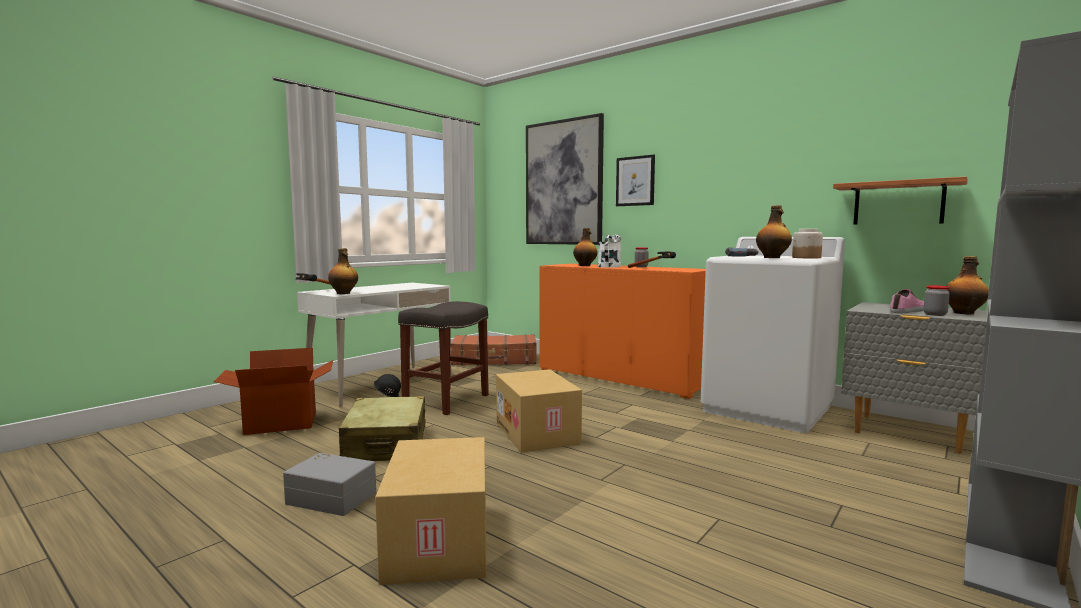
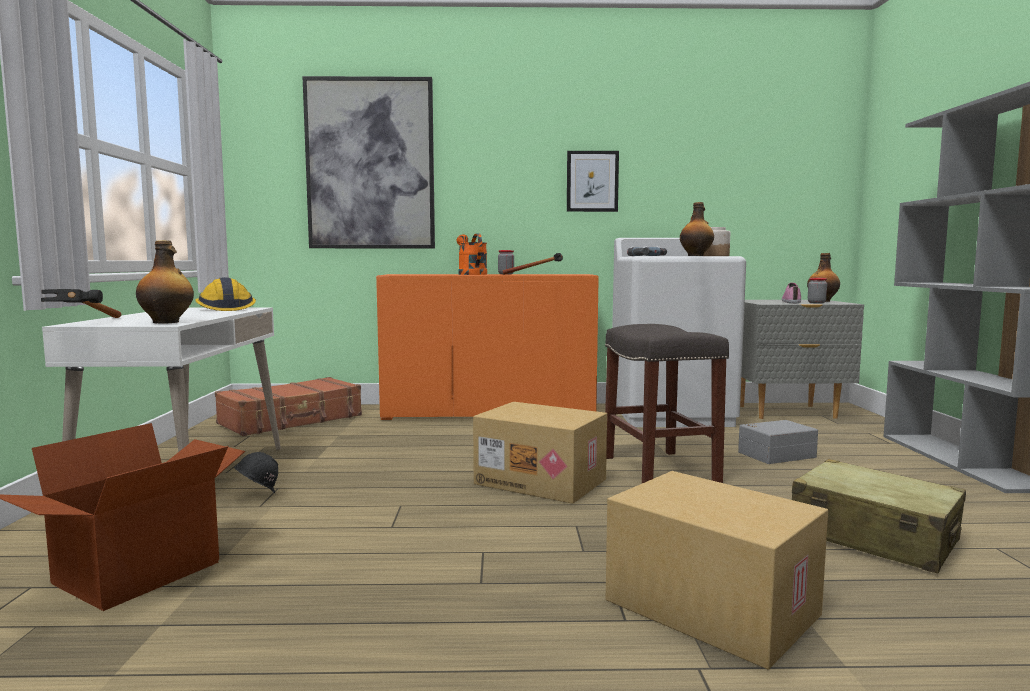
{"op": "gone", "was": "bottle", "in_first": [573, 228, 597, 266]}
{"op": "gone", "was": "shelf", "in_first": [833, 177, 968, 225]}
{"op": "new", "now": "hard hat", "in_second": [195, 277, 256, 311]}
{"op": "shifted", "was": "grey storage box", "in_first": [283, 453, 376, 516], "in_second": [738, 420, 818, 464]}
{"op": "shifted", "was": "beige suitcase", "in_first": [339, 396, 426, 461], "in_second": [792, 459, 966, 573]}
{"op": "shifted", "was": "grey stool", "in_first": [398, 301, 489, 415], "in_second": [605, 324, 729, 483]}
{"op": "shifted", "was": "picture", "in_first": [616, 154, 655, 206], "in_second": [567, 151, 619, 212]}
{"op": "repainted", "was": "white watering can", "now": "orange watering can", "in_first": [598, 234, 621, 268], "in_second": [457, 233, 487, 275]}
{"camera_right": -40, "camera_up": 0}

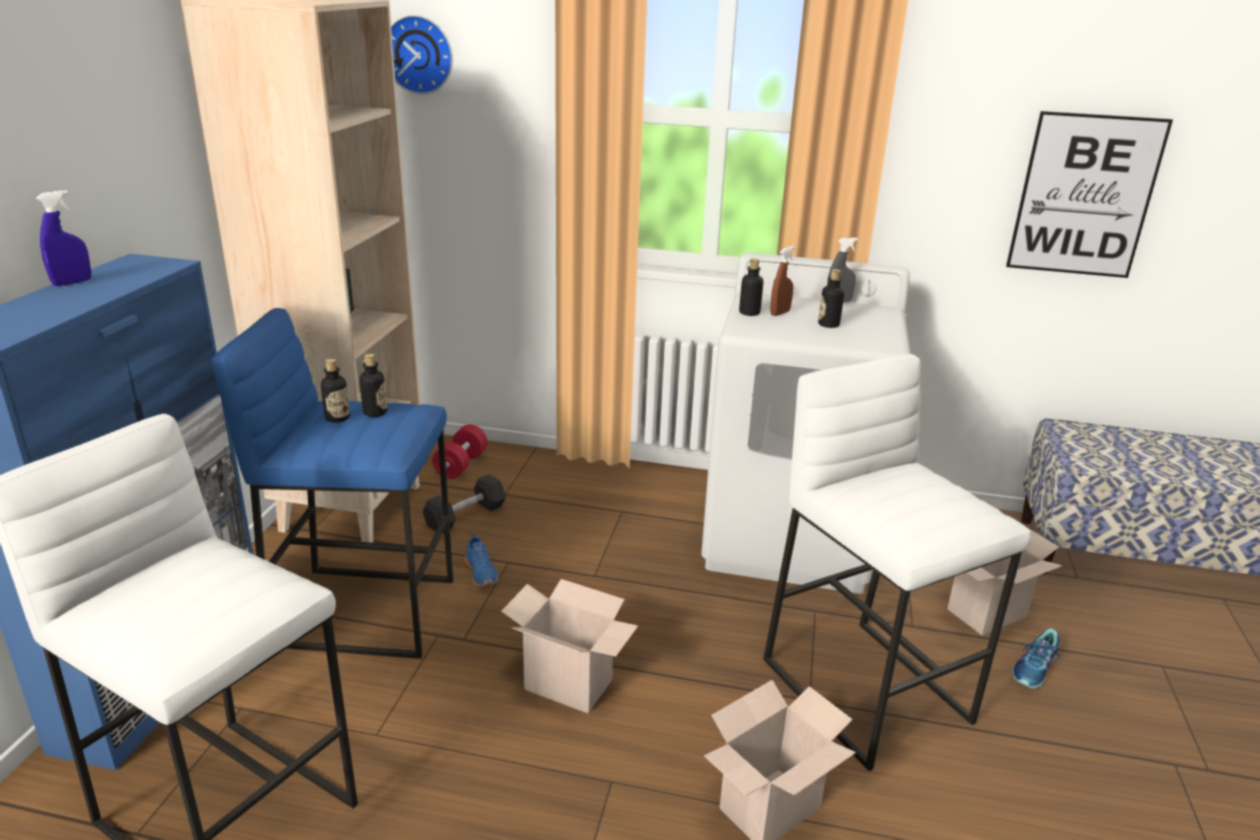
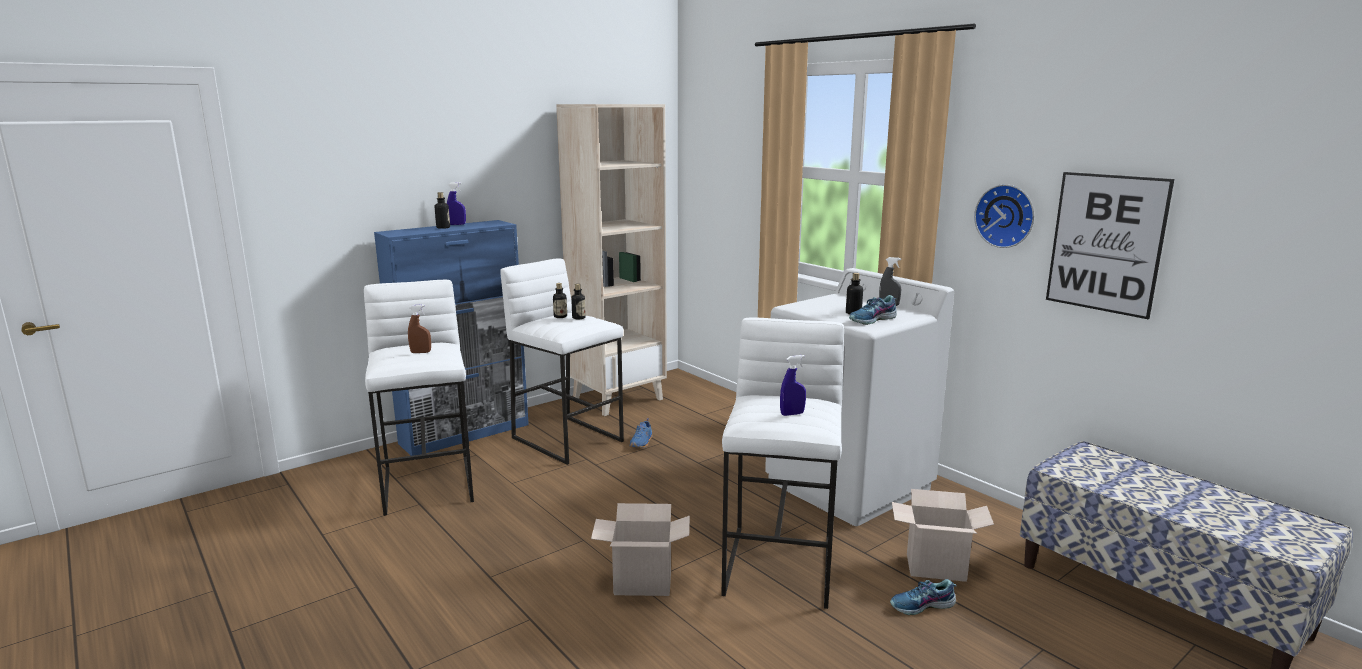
{"op": "gone", "was": "black dumbbell", "in_first": [423, 474, 506, 534]}
{"op": "gone", "was": "red dumbbell", "in_first": [432, 424, 488, 479]}
{"op": "gone", "was": "cardboard box", "in_first": [501, 579, 638, 713]}
{"op": "new", "now": "blue spray bottle", "in_second": [780, 355, 806, 416]}
{"op": "new", "now": "shoe", "in_second": [849, 295, 897, 325]}
{"op": "shifted", "was": "wall clock", "in_first": [391, 15, 453, 95], "in_second": [974, 184, 1034, 248]}
{"op": "shifted", "was": "bottle", "in_first": [739, 258, 763, 316], "in_second": [435, 192, 450, 229]}
{"op": "shifted", "was": "brown spray bottle", "in_first": [770, 246, 795, 316], "in_second": [408, 305, 431, 353]}
{"op": "repainted", "was": "blue stool", "now": "white stool", "in_first": [212, 308, 453, 659], "in_second": [500, 258, 624, 465]}
{"camera_right": 40, "camera_up": -10}

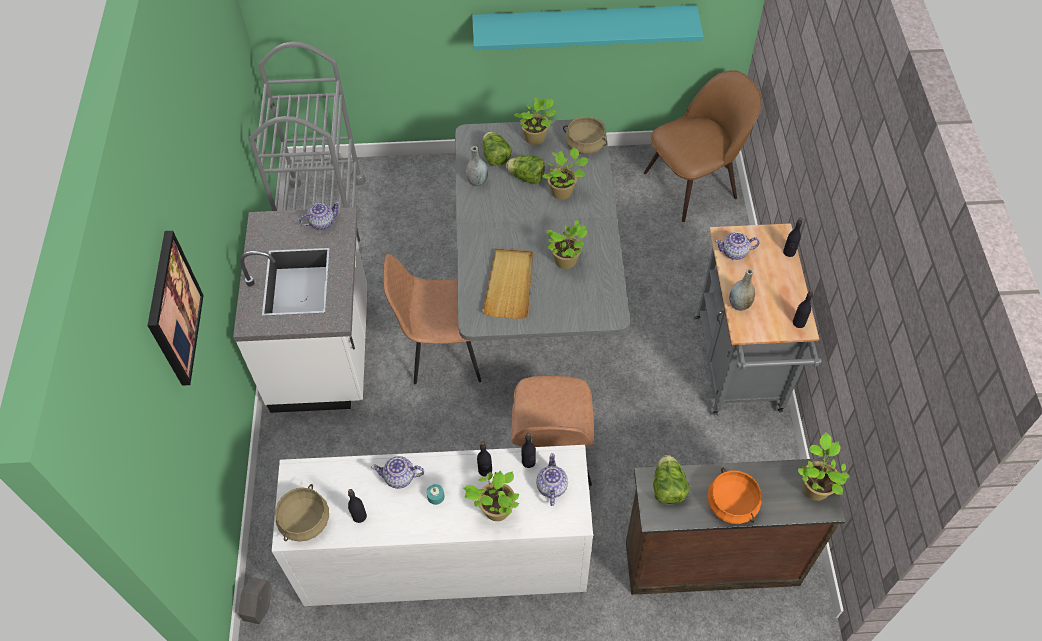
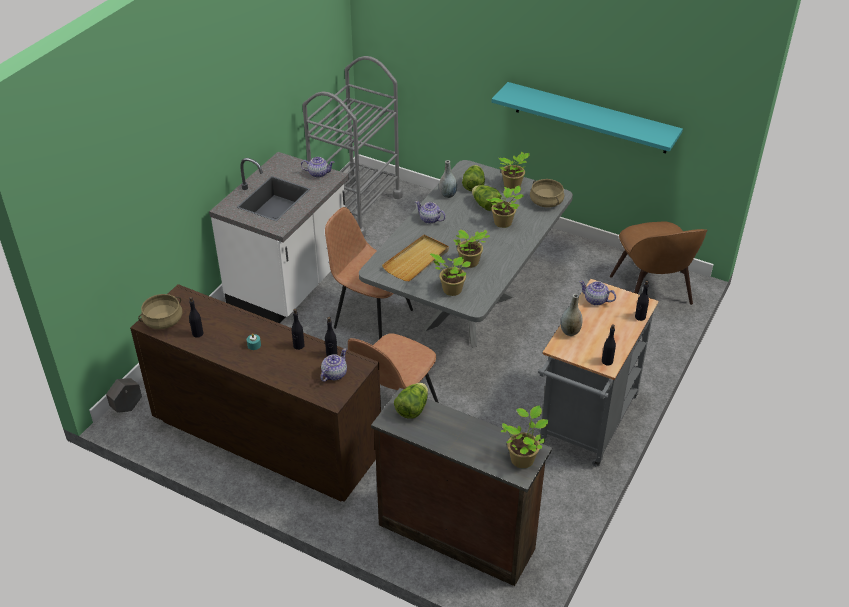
{"op": "gone", "was": "picture", "in_first": [147, 231, 204, 386]}
{"op": "gone", "was": "orange cooking pot", "in_first": [707, 468, 761, 524]}
{"op": "shifted", "was": "teapot", "in_first": [371, 456, 424, 489], "in_second": [415, 201, 446, 224]}
{"op": "shifted", "was": "potted plant", "in_first": [463, 471, 519, 521], "in_second": [430, 253, 471, 296]}
{"op": "repainted", "was": "white dresser", "now": "brown dresser", "in_first": [272, 445, 593, 606], "in_second": [130, 284, 381, 502]}
{"op": "rotated", "was": "brown chair", "in_first": [644, 70, 762, 222], "in_second": [610, 221, 707, 305], "clockwise": 75}
{"camera_right": 30, "camera_up": -15}

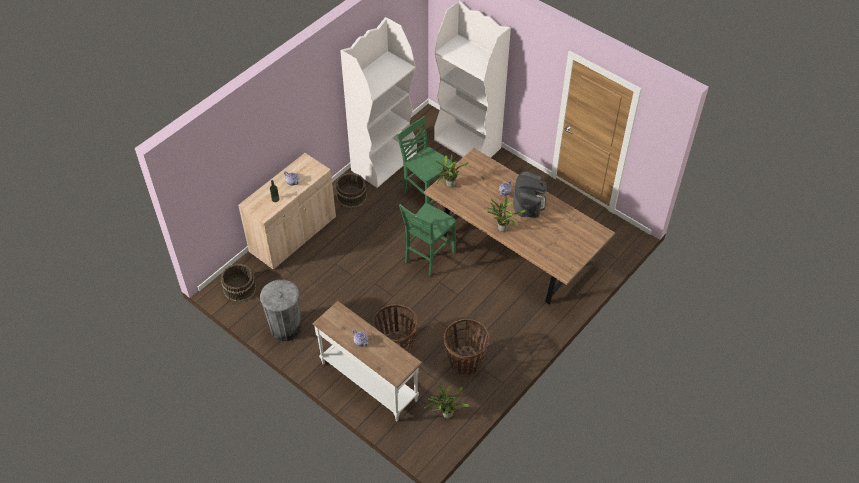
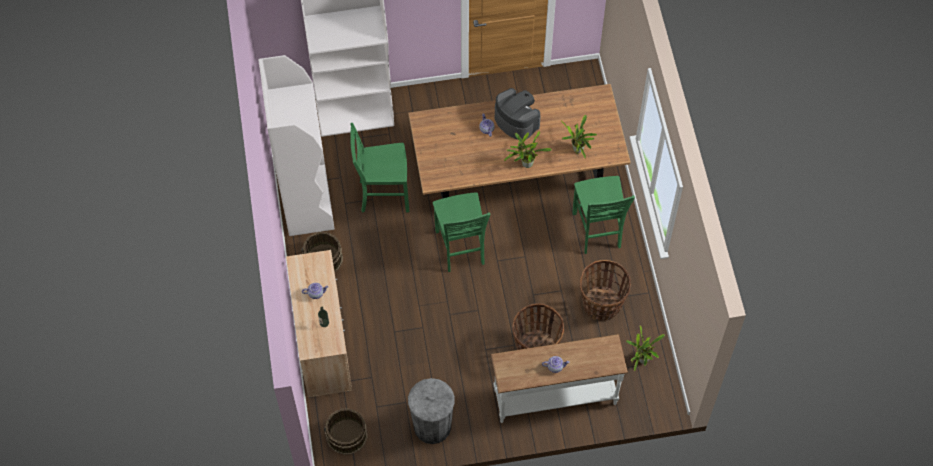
{"op": "new", "now": "green chair", "in_second": [572, 176, 635, 254]}
{"op": "shifted", "was": "potted plant", "in_first": [436, 154, 469, 187], "in_second": [561, 115, 597, 159]}
{"camera_right": -50, "camera_up": 10}

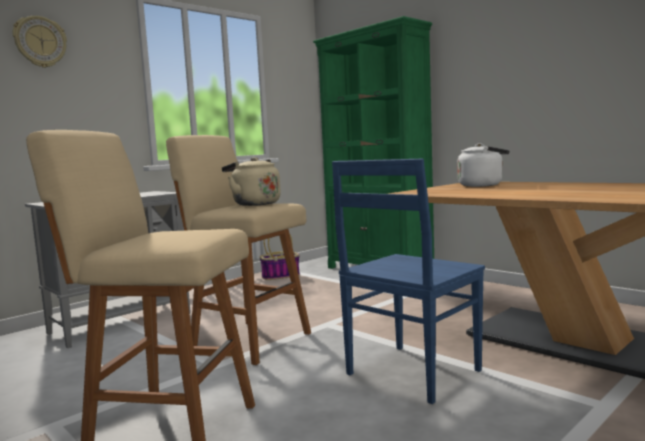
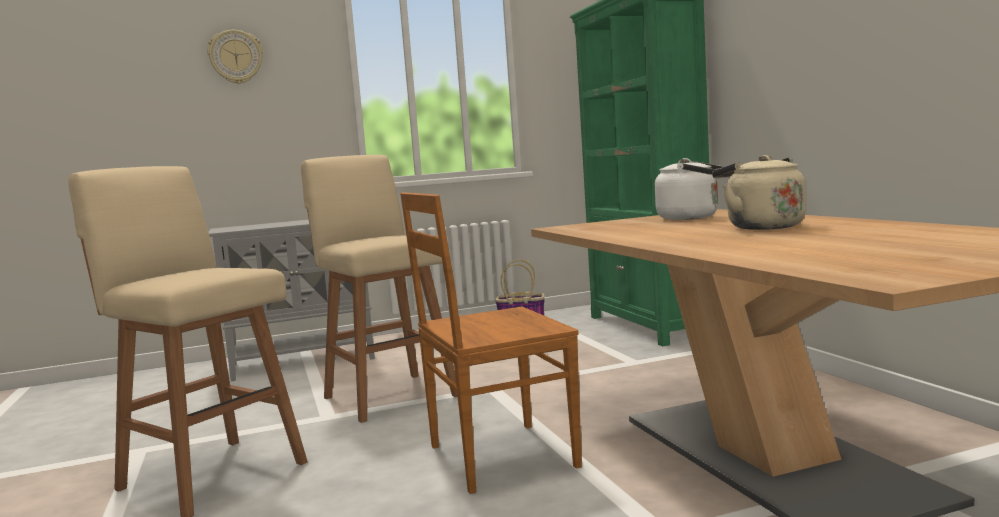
{"op": "shifted", "was": "beige kettle", "in_first": [222, 157, 281, 206], "in_second": [712, 155, 806, 230]}
{"op": "repainted", "was": "blue chair", "now": "brown chair", "in_first": [332, 159, 485, 404], "in_second": [400, 192, 582, 494]}
{"camera_right": 25, "camera_up": 0}

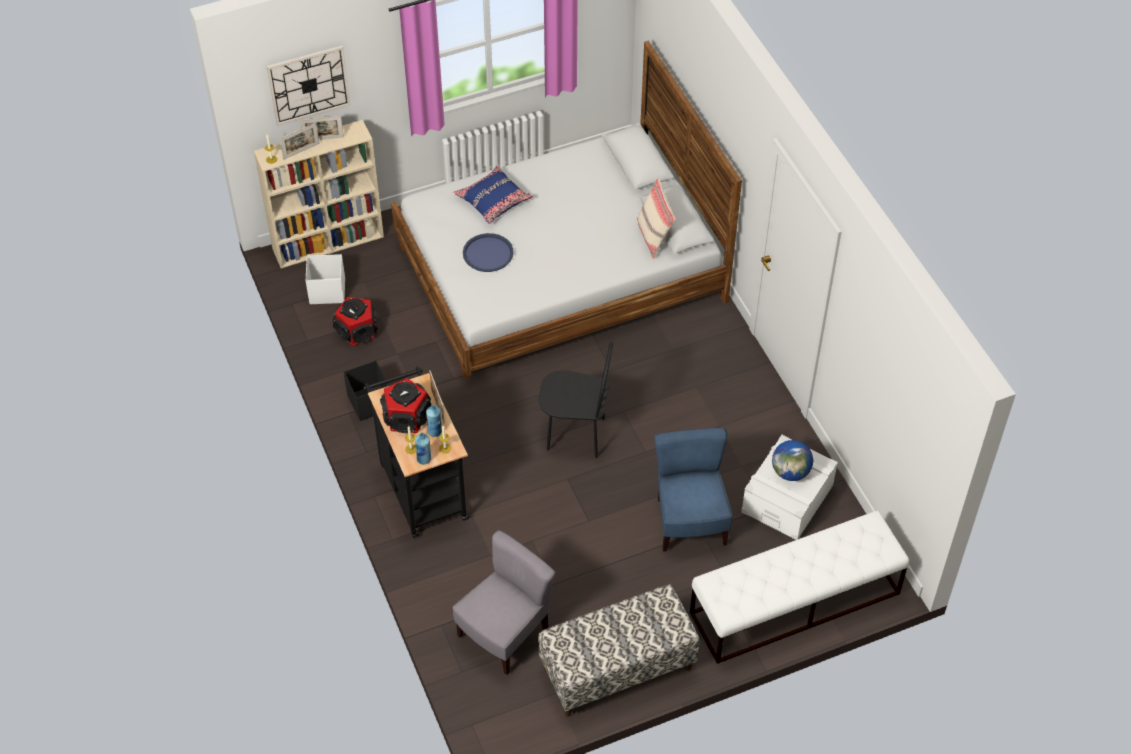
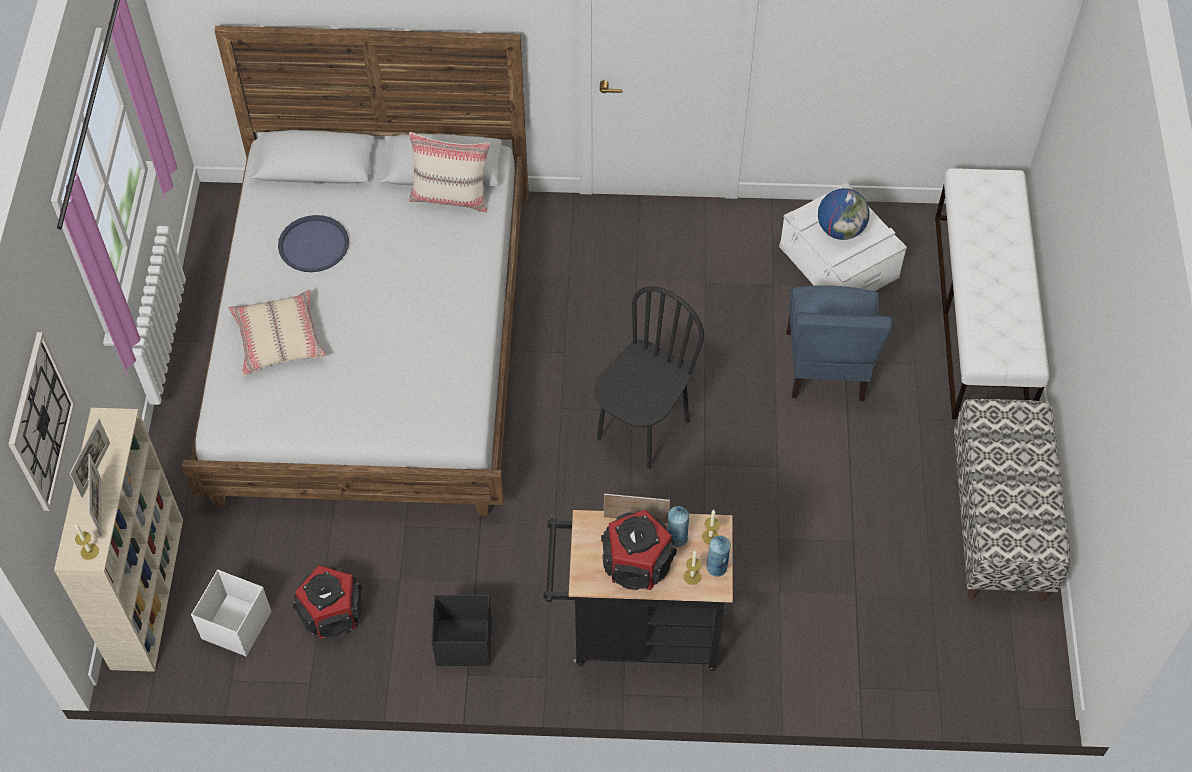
{"op": "gone", "was": "grey chair", "in_first": [453, 530, 555, 675]}
{"op": "shifted", "was": "blue tray", "in_first": [463, 233, 514, 272], "in_second": [278, 215, 349, 272]}
{"op": "repainted", "was": "blue pillow", "now": "beige pillow", "in_first": [454, 165, 533, 224], "in_second": [228, 290, 326, 375]}
{"op": "rotated", "was": "blue chair", "in_first": [655, 428, 733, 551], "in_second": [786, 285, 893, 401], "clockwise": -105}
{"camera_right": -65, "camera_up": 5}

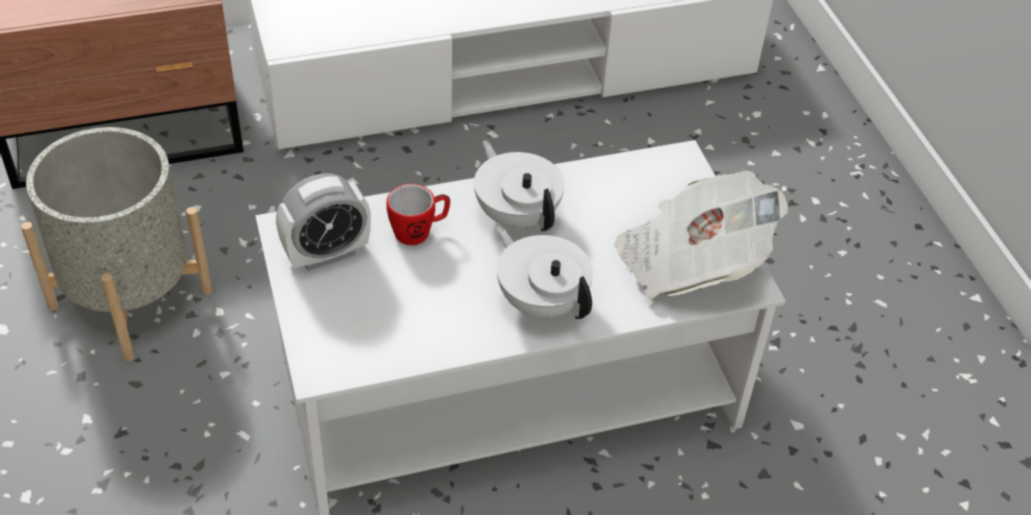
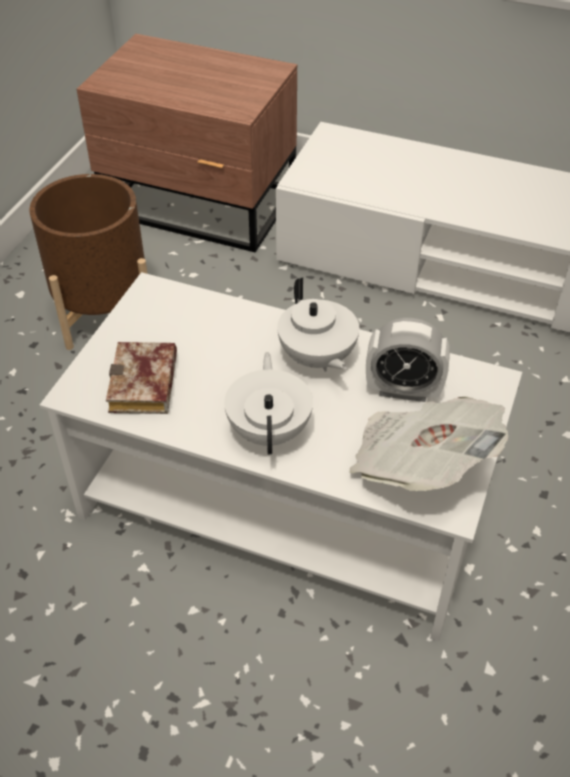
{"op": "gone", "was": "mug", "in_first": [386, 184, 450, 245]}
{"op": "new", "now": "book", "in_second": [106, 342, 177, 414]}
{"op": "shifted", "was": "alarm clock", "in_first": [276, 173, 371, 271], "in_second": [366, 318, 450, 402]}
{"op": "repainted", "was": "grey planter", "now": "brown planter", "in_first": [21, 127, 213, 361], "in_second": [29, 174, 148, 350]}
{"op": "rotated", "was": "white teapot", "in_first": [474, 140, 564, 231], "in_second": [277, 277, 359, 372], "clockwise": 150}
{"camera_right": 40, "camera_up": 0}

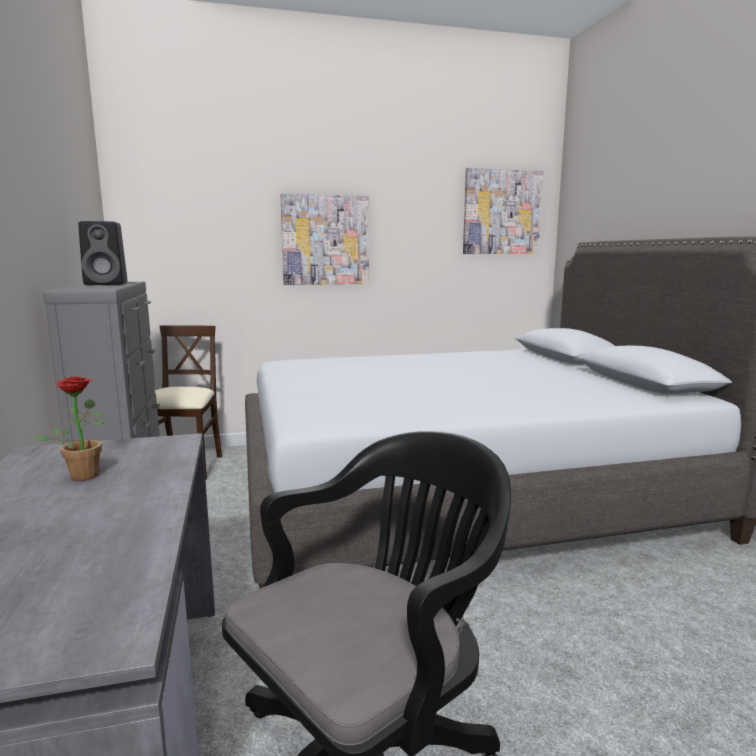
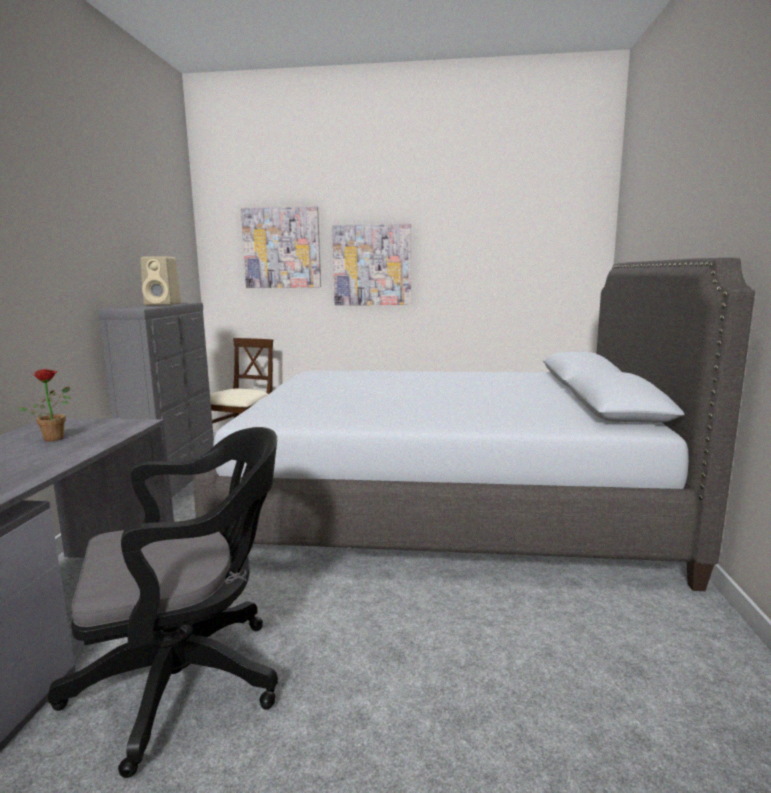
{"op": "shifted", "was": "picture", "in_first": [463, 168, 543, 254], "in_second": [241, 206, 321, 288]}
{"op": "repainted", "was": "black speaker", "now": "beige speaker", "in_first": [78, 221, 127, 285], "in_second": [141, 256, 181, 305]}
{"camera_right": 20, "camera_up": 0}

